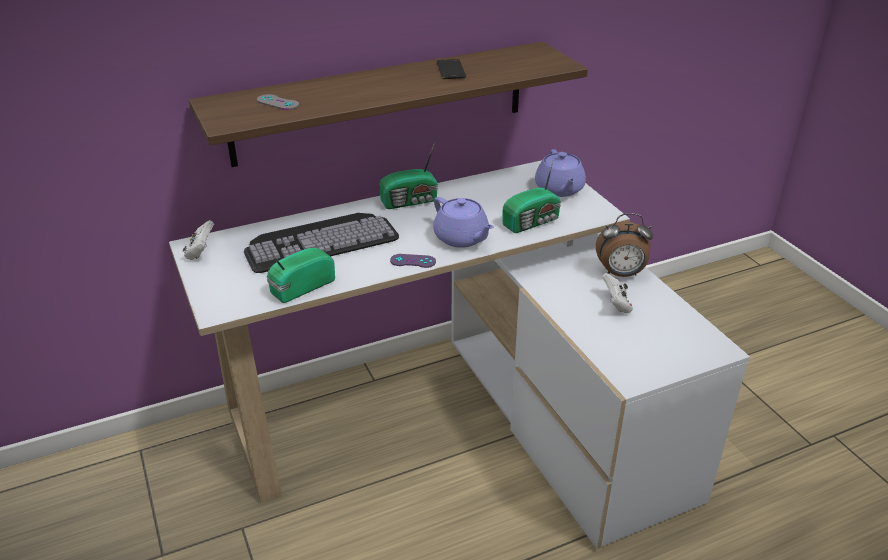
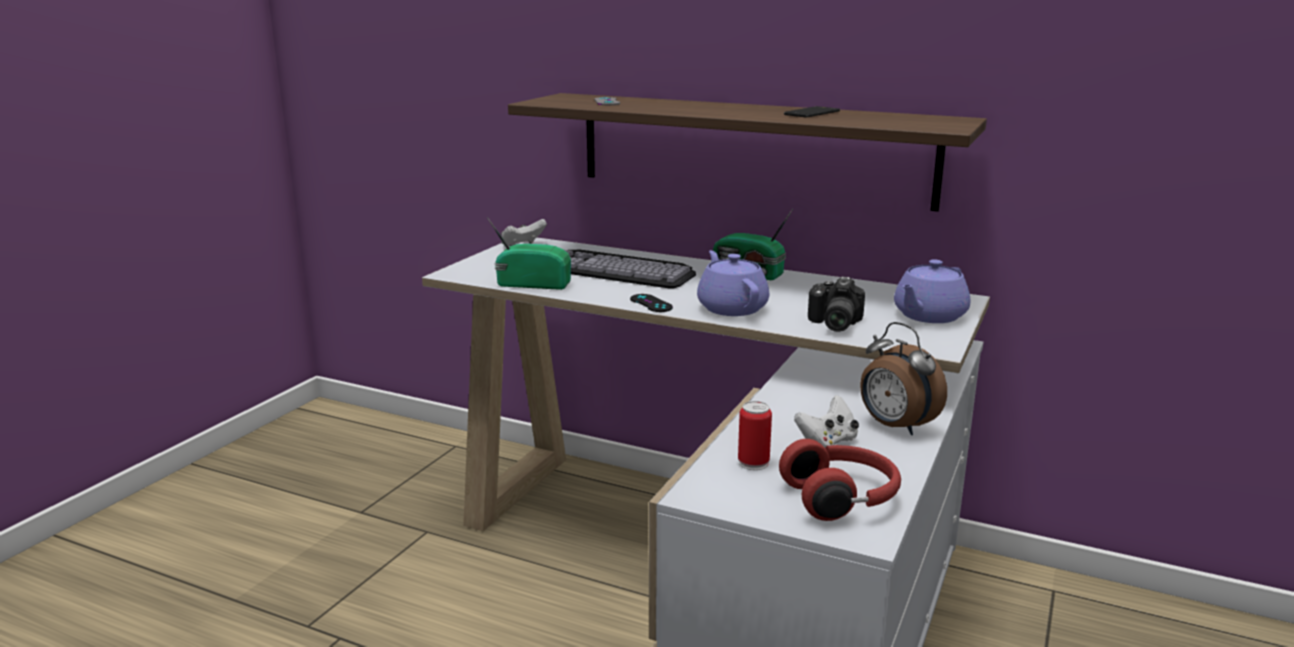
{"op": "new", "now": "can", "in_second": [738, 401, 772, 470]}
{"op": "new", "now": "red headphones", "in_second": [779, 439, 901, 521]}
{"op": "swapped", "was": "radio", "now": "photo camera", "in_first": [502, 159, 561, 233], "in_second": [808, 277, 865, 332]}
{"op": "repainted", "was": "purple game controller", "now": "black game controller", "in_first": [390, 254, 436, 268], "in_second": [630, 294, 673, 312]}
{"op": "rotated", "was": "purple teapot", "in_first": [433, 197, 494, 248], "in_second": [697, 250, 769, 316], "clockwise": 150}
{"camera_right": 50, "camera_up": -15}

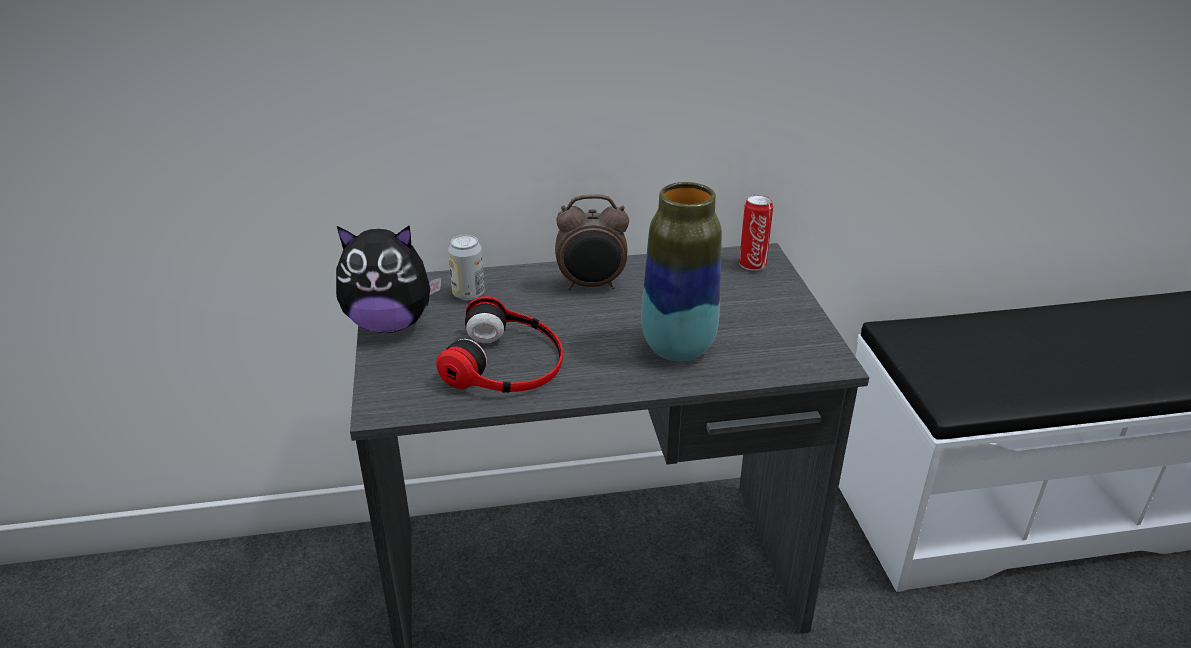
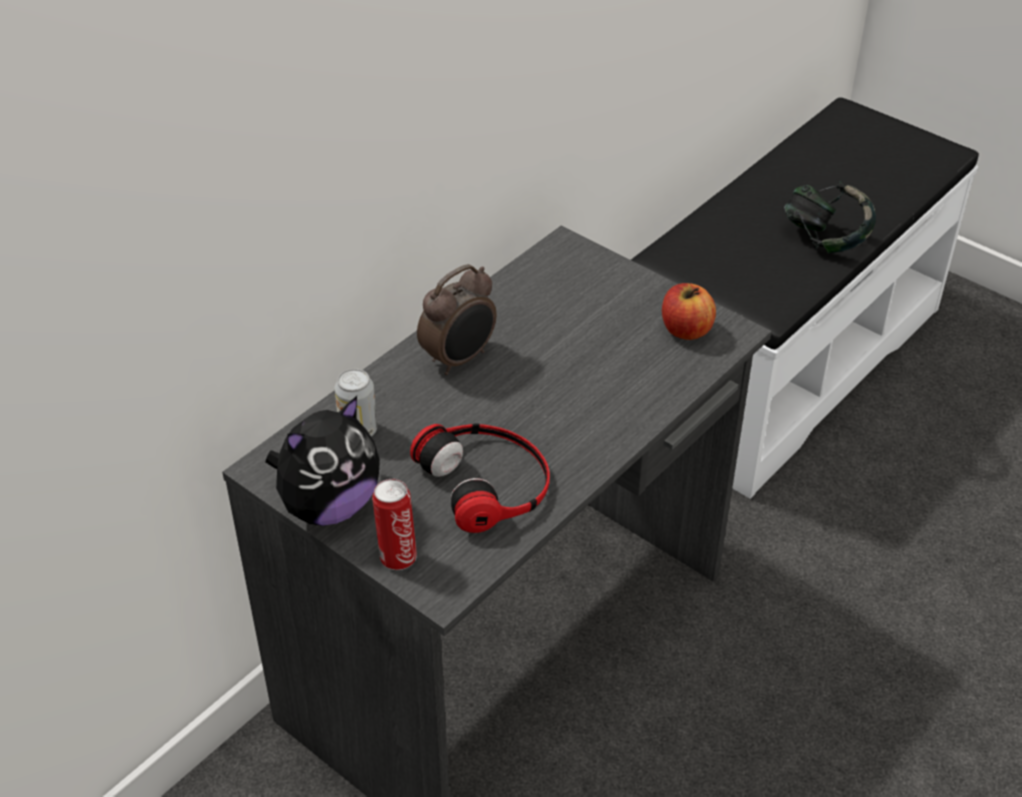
{"op": "gone", "was": "vase", "in_first": [642, 182, 722, 361]}
{"op": "new", "now": "apple", "in_second": [662, 283, 716, 340]}
{"op": "new", "now": "headphones", "in_second": [784, 181, 876, 253]}
{"op": "shifted", "was": "can", "in_first": [739, 195, 773, 271], "in_second": [372, 479, 417, 570]}
{"camera_right": -40, "camera_up": 10}

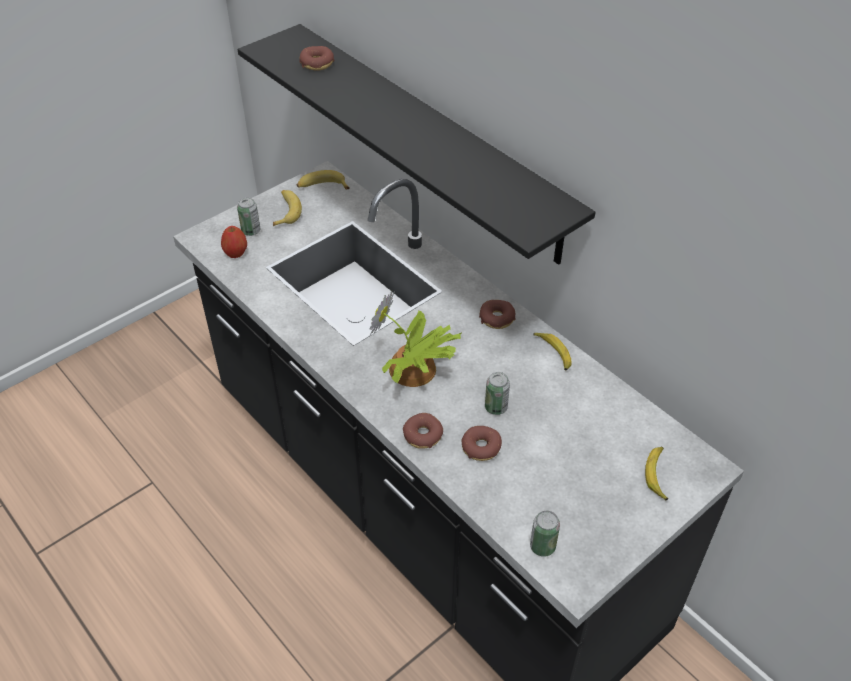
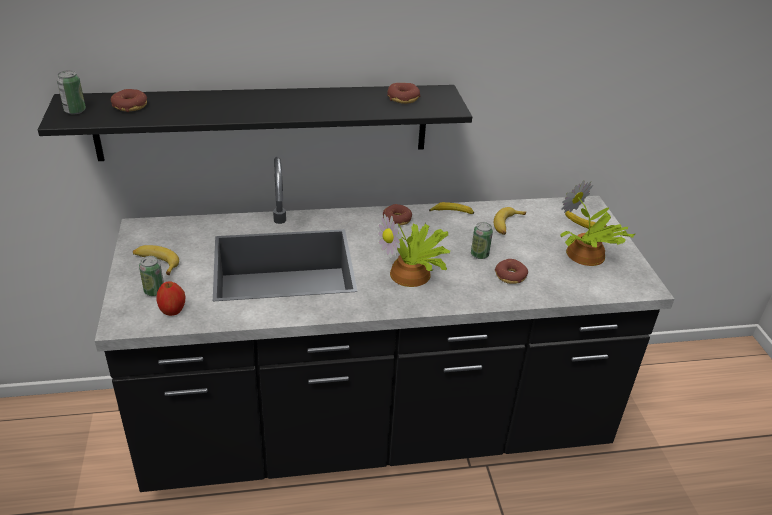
{"op": "new", "now": "potted plant", "in_second": [560, 180, 635, 266]}
{"op": "shifted", "was": "banana", "in_first": [297, 170, 350, 190], "in_second": [494, 207, 526, 235]}
{"op": "shifted", "was": "donut", "in_first": [403, 413, 443, 449], "in_second": [387, 83, 420, 104]}
{"op": "shifted", "was": "can", "in_first": [530, 511, 560, 557], "in_second": [57, 70, 86, 114]}
{"camera_right": -60, "camera_up": -10}

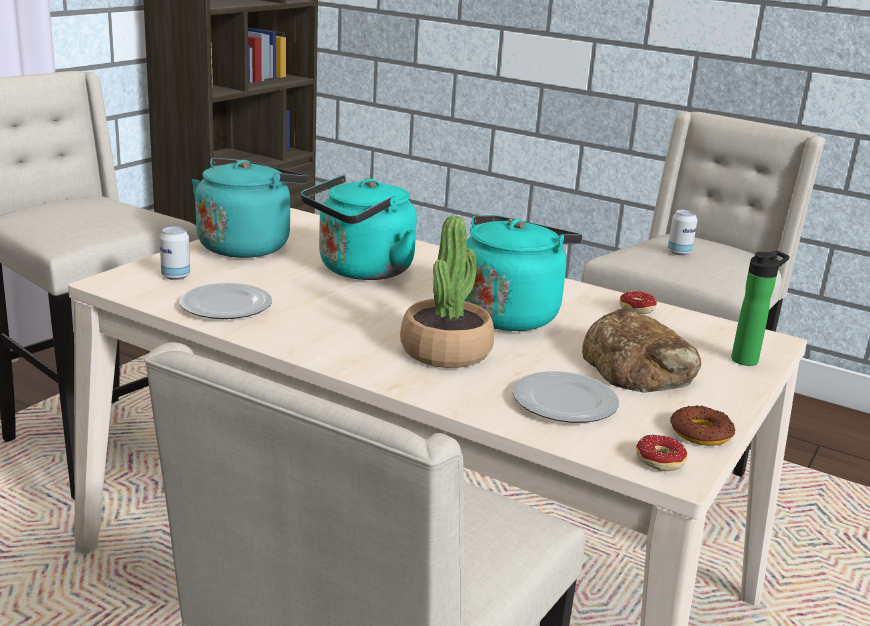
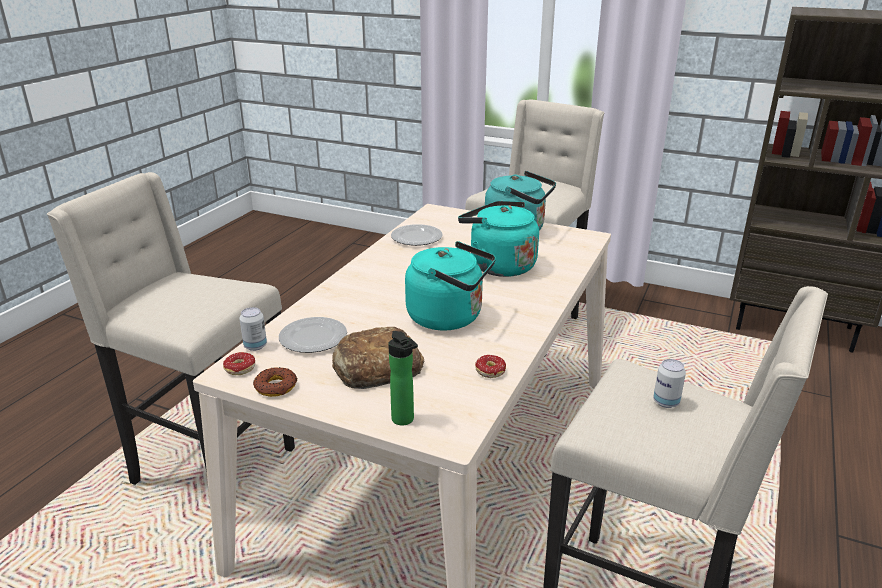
{"op": "gone", "was": "potted plant", "in_first": [400, 216, 494, 368]}
{"op": "shifted", "was": "can", "in_first": [159, 226, 190, 280], "in_second": [239, 307, 267, 351]}
{"camera_right": 85, "camera_up": 5}

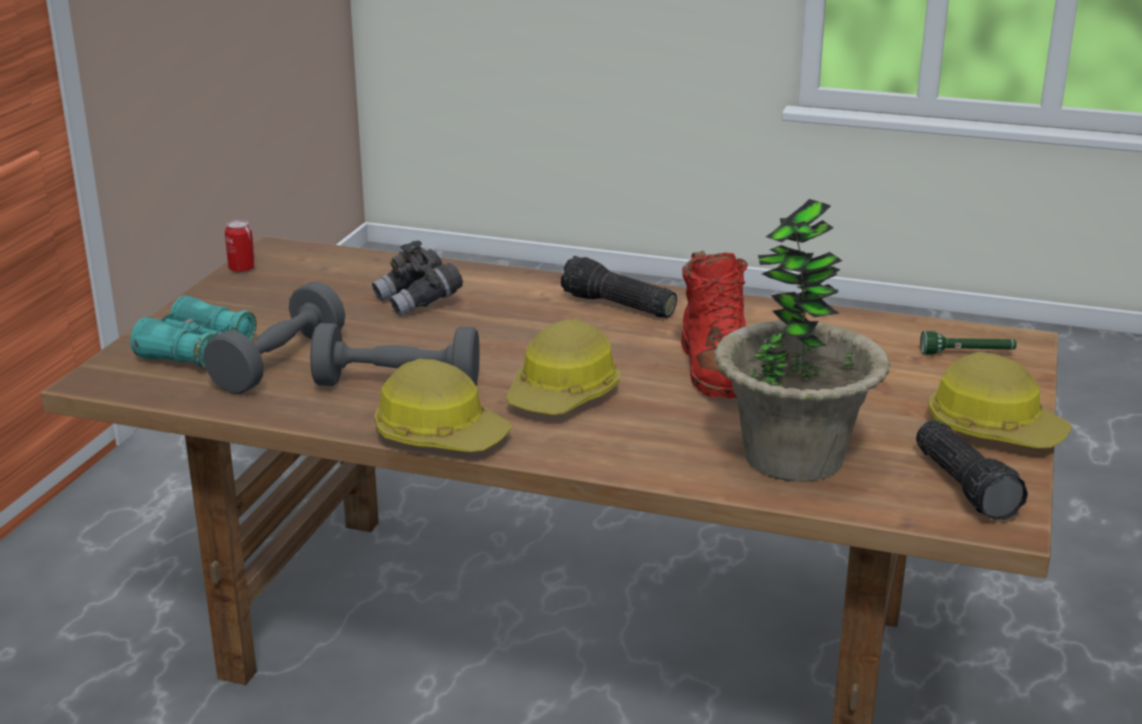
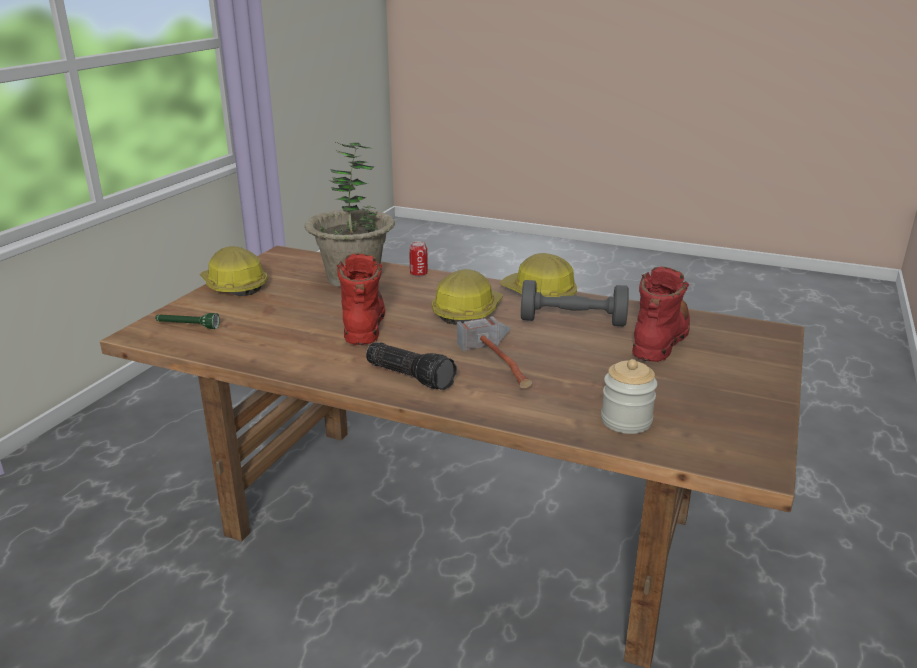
{"op": "gone", "was": "turquoise binoculars", "in_first": [130, 296, 257, 369]}
{"op": "gone", "was": "grey binoculars", "in_first": [372, 241, 463, 316]}
{"op": "gone", "was": "flashlight", "in_first": [916, 420, 1028, 521]}
{"op": "new", "now": "hammer", "in_second": [457, 316, 532, 389]}
{"op": "new", "now": "jar", "in_second": [601, 359, 657, 434]}
{"op": "shifted", "was": "can", "in_first": [225, 220, 255, 273], "in_second": [409, 241, 428, 277]}
{"op": "swapped", "was": "grey dumbbell", "now": "red boot", "in_first": [203, 282, 345, 394], "in_second": [632, 266, 690, 362]}
{"camera_right": -175, "camera_up": 0}

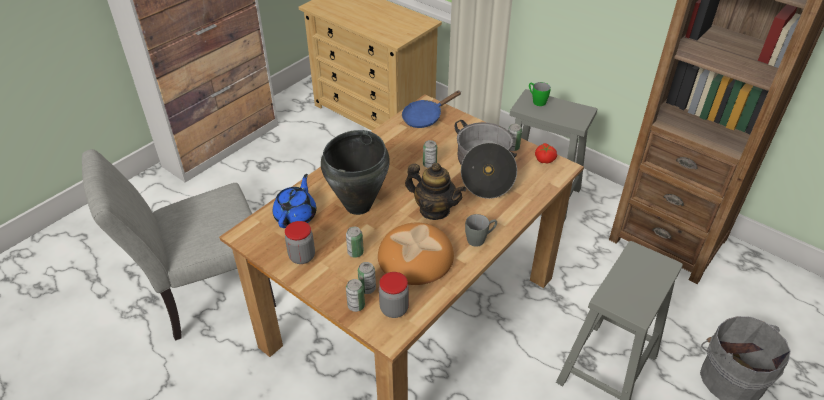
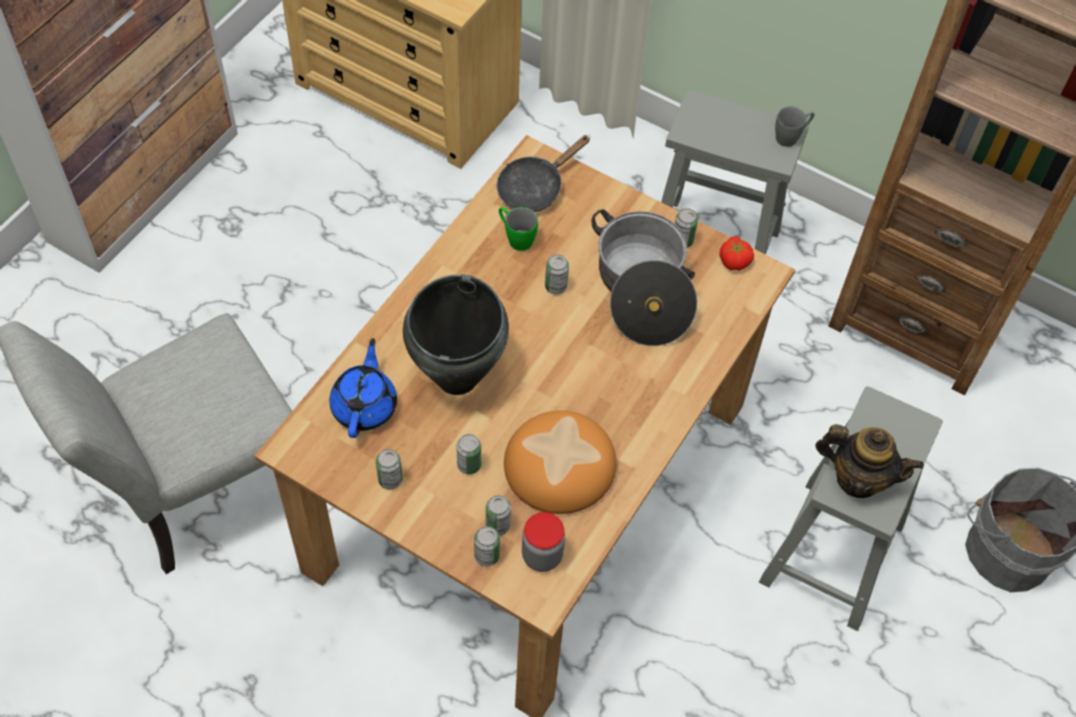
{"op": "shifted", "was": "teapot", "in_first": [405, 163, 466, 220], "in_second": [815, 424, 924, 498]}
{"op": "shifted", "was": "grey mug", "in_first": [465, 214, 497, 247], "in_second": [775, 106, 814, 147]}
{"op": "shifted", "was": "green mug", "in_first": [529, 82, 551, 106], "in_second": [499, 207, 538, 251]}
{"op": "swapped", "was": "jar", "now": "can", "in_first": [285, 221, 315, 264], "in_second": [376, 449, 403, 490]}
{"op": "repainted", "was": "blue frying pan", "now": "black frying pan", "in_first": [402, 91, 461, 128], "in_second": [497, 135, 590, 212]}
{"camera_right": -10, "camera_up": 15}

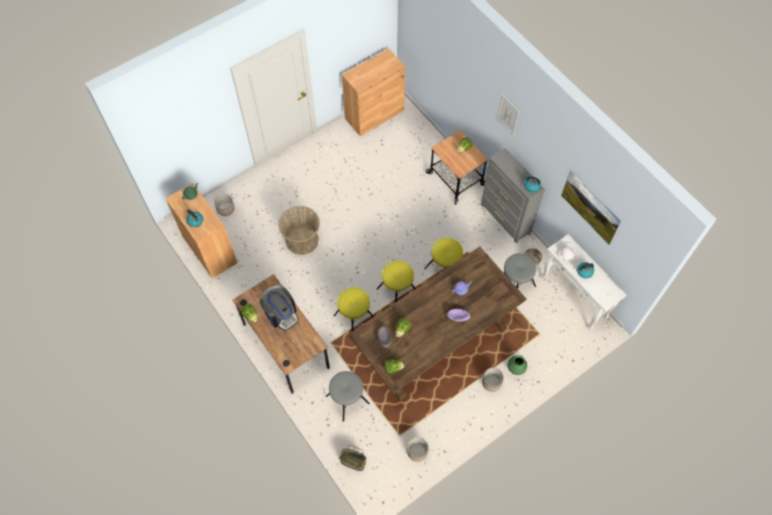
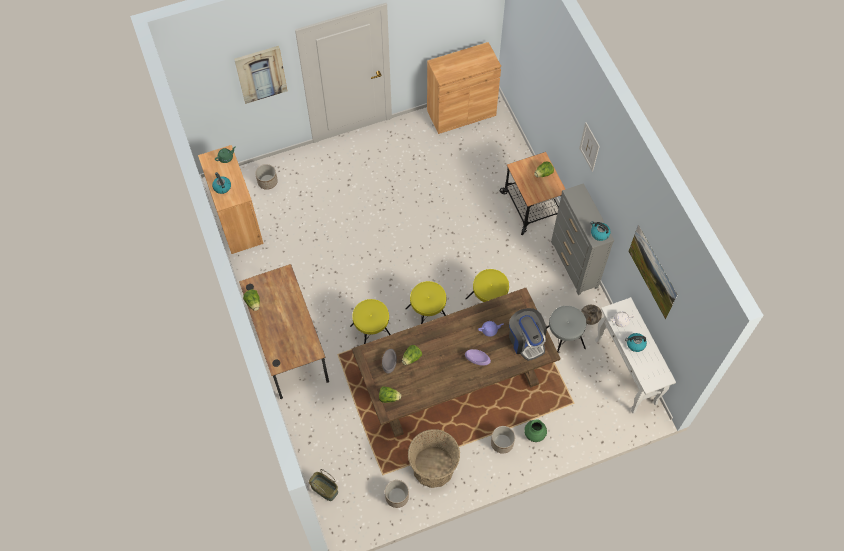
{"op": "gone", "was": "grey stool", "in_first": [326, 371, 370, 422]}
{"op": "new", "now": "picture", "in_second": [234, 46, 287, 104]}
{"op": "shifted", "was": "coffee machine", "in_first": [259, 285, 299, 331], "in_second": [509, 308, 547, 361]}
{"op": "shifted", "was": "basket", "in_first": [278, 206, 320, 255], "in_second": [408, 429, 460, 488]}
{"camera_right": 15, "camera_up": 0}

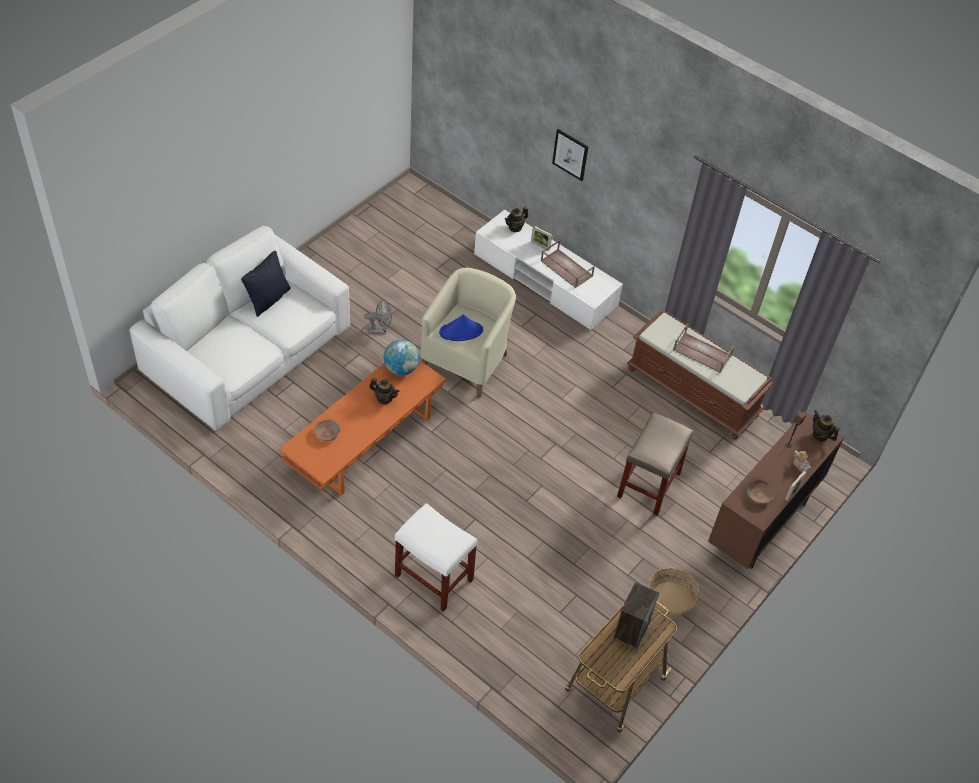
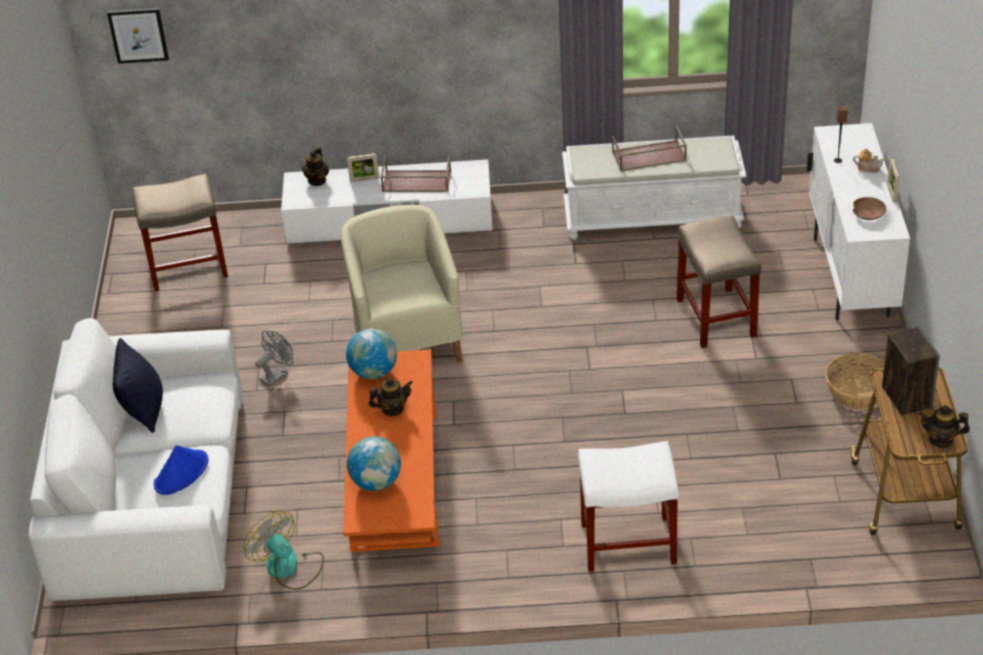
{"op": "new", "now": "beige stool", "in_second": [132, 173, 228, 291]}
{"op": "new", "now": "fan", "in_second": [243, 511, 324, 590]}
{"op": "shifted", "was": "blue hat", "in_first": [439, 315, 483, 341], "in_second": [154, 445, 208, 495]}
{"op": "shifted", "was": "picture", "in_first": [552, 129, 588, 181], "in_second": [107, 8, 169, 64]}
{"op": "shifted", "was": "teapot", "in_first": [813, 410, 839, 441], "in_second": [919, 405, 970, 448]}
{"op": "swapped", "was": "brown bowl", "now": "globe", "in_first": [314, 420, 340, 441], "in_second": [347, 437, 401, 491]}
{"op": "repainted", "was": "brown bench", "now": "white bench", "in_first": [627, 310, 773, 440], "in_second": [562, 135, 747, 240]}
{"op": "repainted", "was": "brown cabinet", "now": "white cabinet", "in_first": [708, 411, 844, 569], "in_second": [807, 123, 910, 321]}
{"camera_right": -35, "camera_up": -10}

